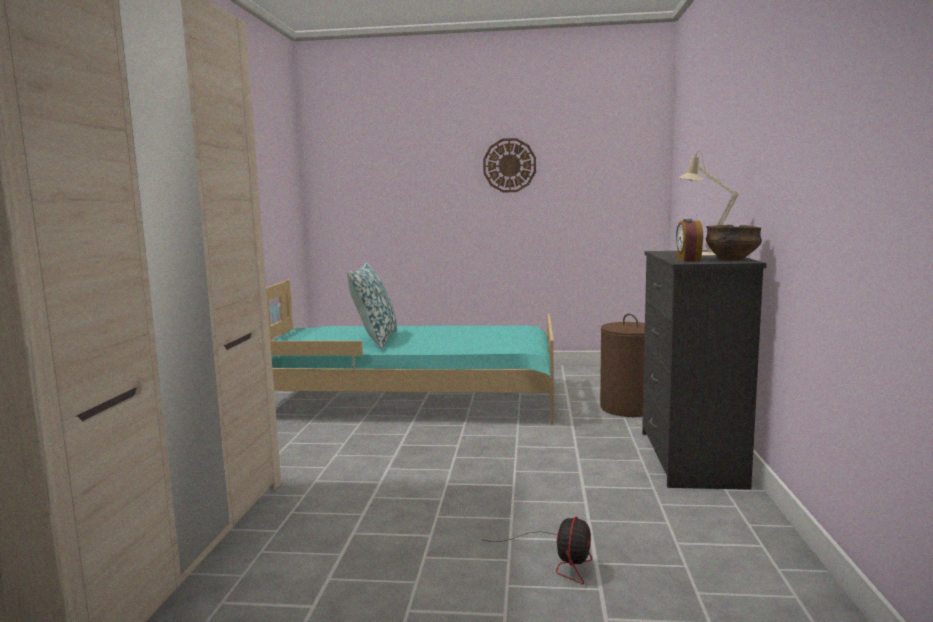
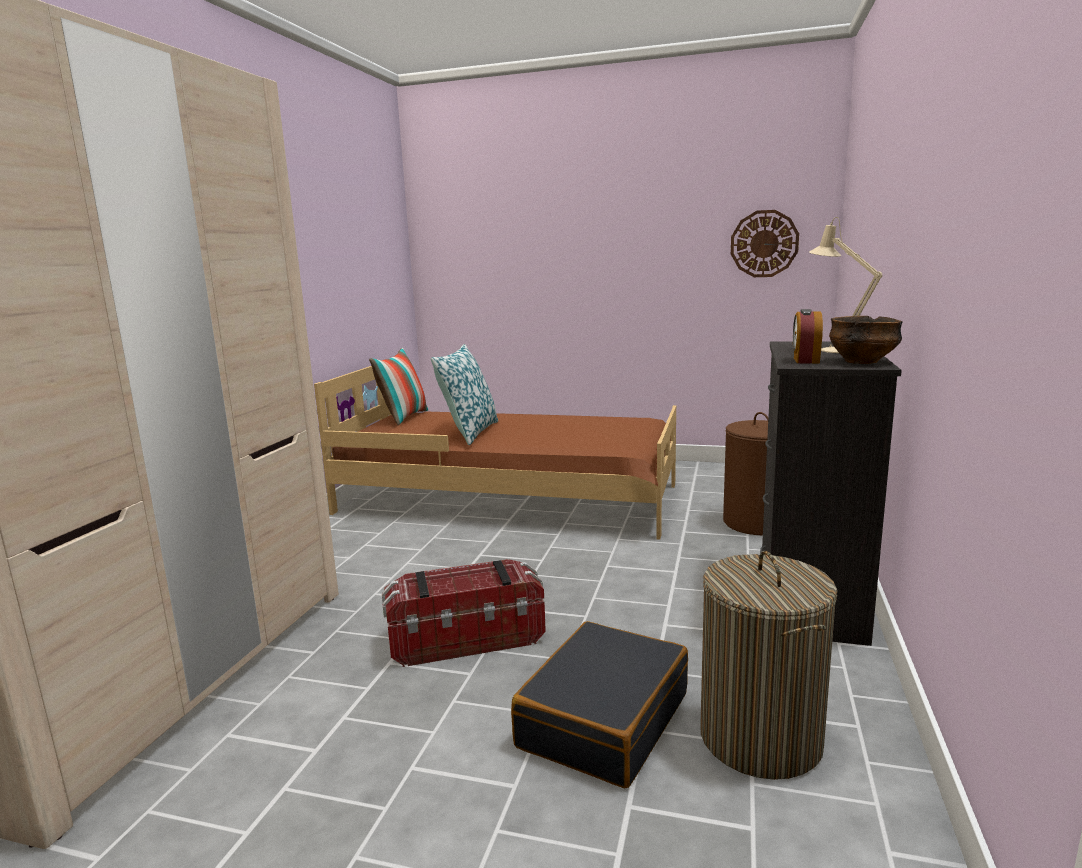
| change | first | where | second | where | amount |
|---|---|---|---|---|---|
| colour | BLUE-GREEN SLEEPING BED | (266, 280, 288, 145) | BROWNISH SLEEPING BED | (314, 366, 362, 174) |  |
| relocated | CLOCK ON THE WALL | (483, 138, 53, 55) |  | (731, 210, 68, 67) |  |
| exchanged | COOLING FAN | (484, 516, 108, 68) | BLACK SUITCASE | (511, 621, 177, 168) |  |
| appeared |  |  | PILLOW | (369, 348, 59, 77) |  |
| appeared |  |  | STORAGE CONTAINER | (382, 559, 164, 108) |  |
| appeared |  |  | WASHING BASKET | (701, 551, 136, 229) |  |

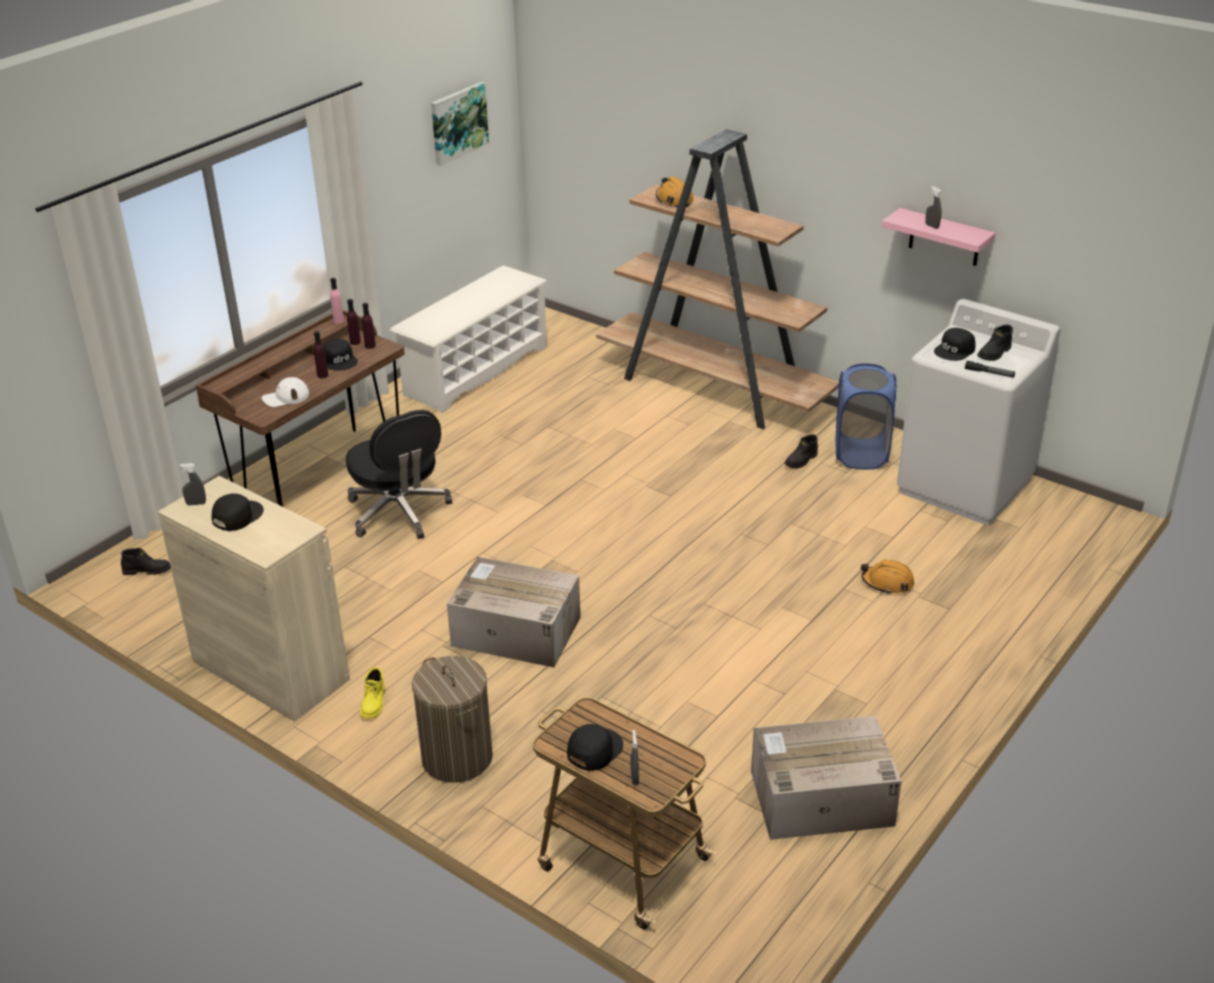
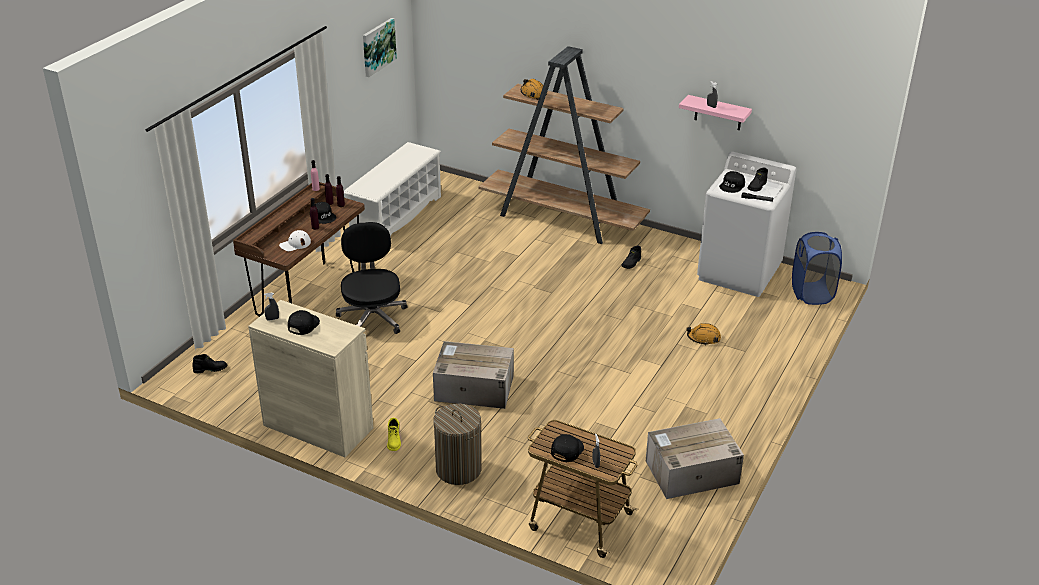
| change | first | where | second | where | amount |
|---|---|---|---|---|---|
| spun | BLACK DESK CHAIR | (346, 410, 106, 129) |  | (336, 222, 71, 112) | 150 degrees counterclockwise |
| relocated | BLUE-COLOURED WASHING BASKET | (835, 364, 61, 105) |  | (792, 232, 50, 73) |  |

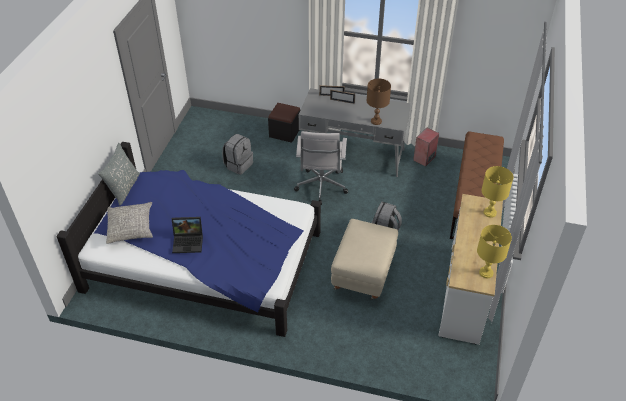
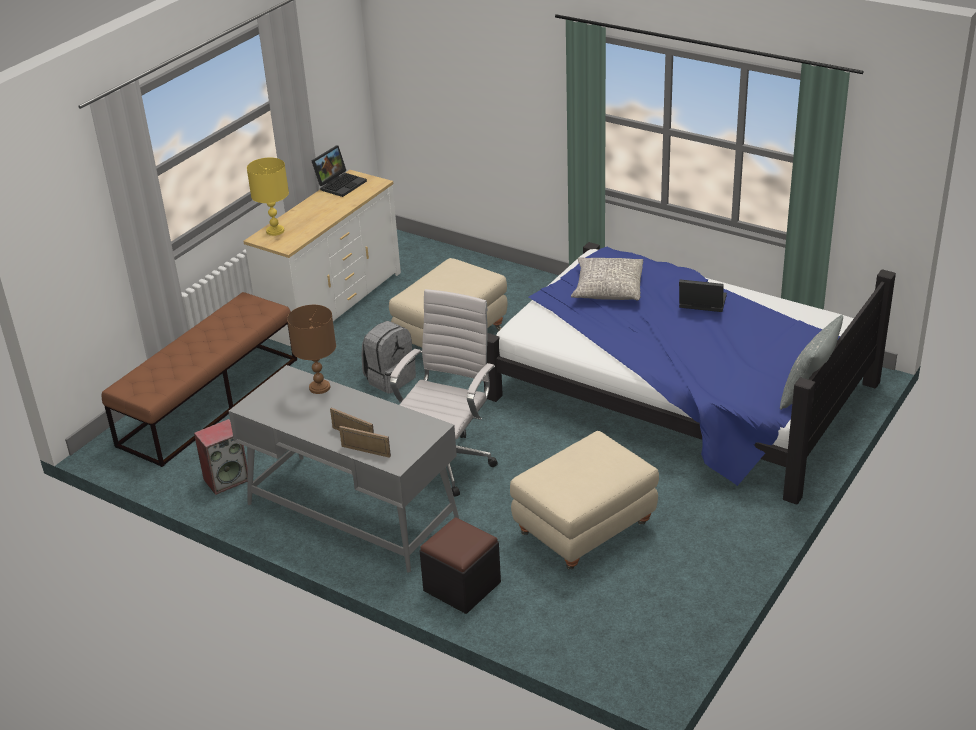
| change | first | where | second | where | amount |
|---|---|---|---|---|---|
| relocated | GREY PILLOW | (106, 202, 47, 42) |  | (571, 257, 72, 44) |  |
| exchanged | GREY BACKPACK | (222, 134, 31, 41) | SAND-COLOURED FOOTREST | (510, 431, 149, 138) |  |
| exchanged | YELLOW TABLE LAMP | (477, 225, 35, 53) | PORTABLE COMPUTER | (311, 146, 56, 51) |  |

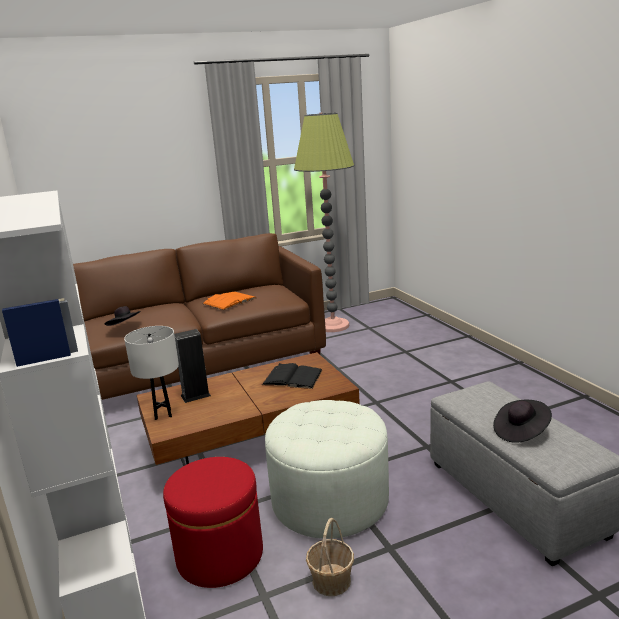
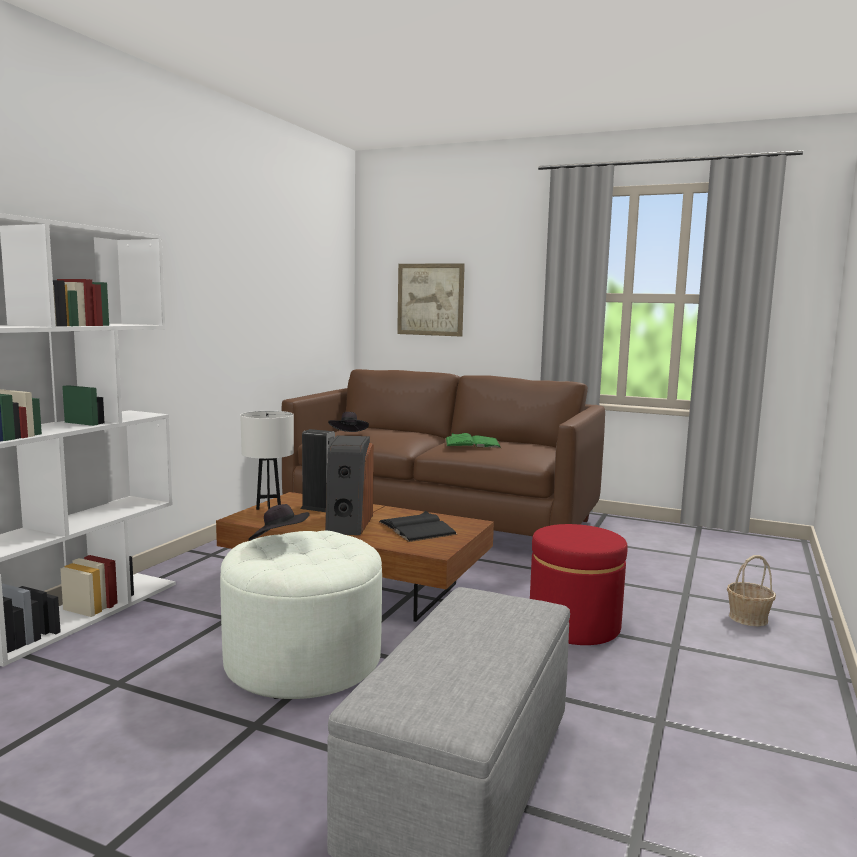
| change | first | where | second | where | amount |
|---|---|---|---|---|---|
| relocated | REDDISH FOOTREST | (163, 457, 100, 131) |  | (530, 524, 98, 121) |  |
| colour | ORANGEY VOLUME | (203, 291, 53, 19) | GREENISH VOLUME | (445, 433, 56, 15) |  |
| missing | FLOOR LAMP | (294, 113, 60, 219) |  |  |  |
| relocated | STORAGE BASKET | (306, 518, 48, 78) |  | (727, 555, 49, 71) |  |
| relocated | BLACK WEARABLE HAT | (493, 400, 59, 43) |  | (248, 504, 62, 37) |  |
| appeared |  |  | LOUDSPEAKER | (325, 435, 49, 100) |  |
| appeared |  |  | PICTURE | (397, 263, 68, 74) |  |

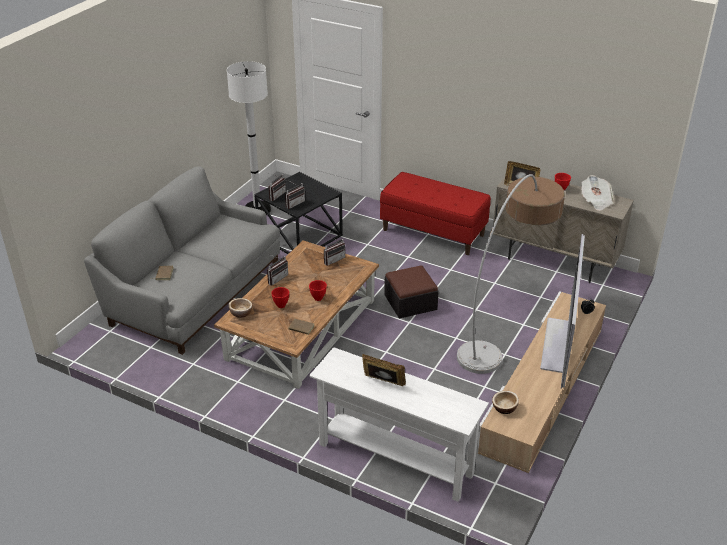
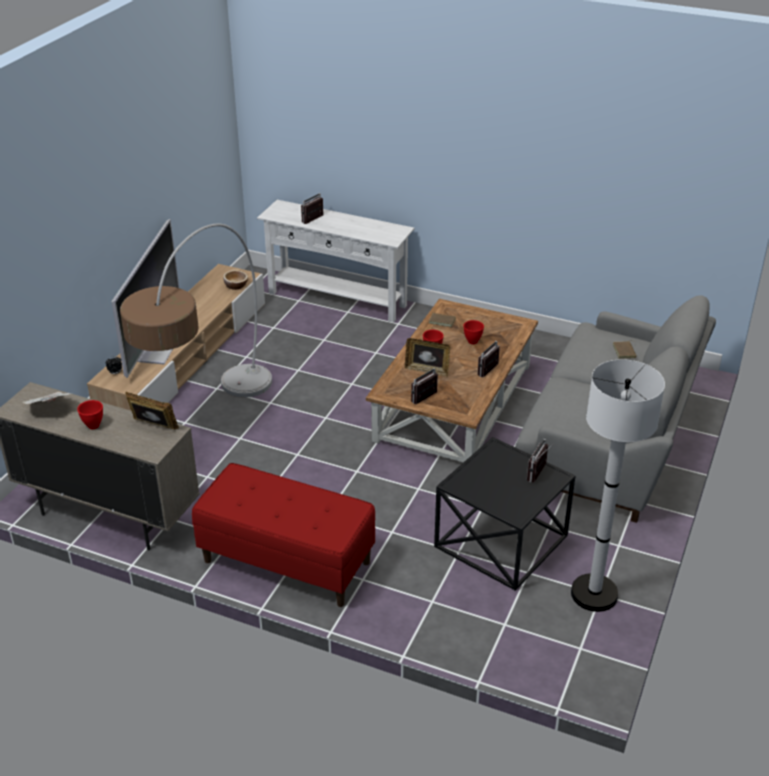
| change | first | where | second | where | amount |
|---|---|---|---|---|---|
| missing | SERVING BOWL | (229, 298, 23, 20) |  |  |  |
| relocated | RADIO | (285, 180, 20, 29) |  | (301, 193, 22, 31) |  |
| relocated | PICTURE FRAME | (362, 354, 44, 32) |  | (405, 338, 45, 39) |  |
| missing | FOOTREST | (384, 265, 55, 54) |  |  |  |

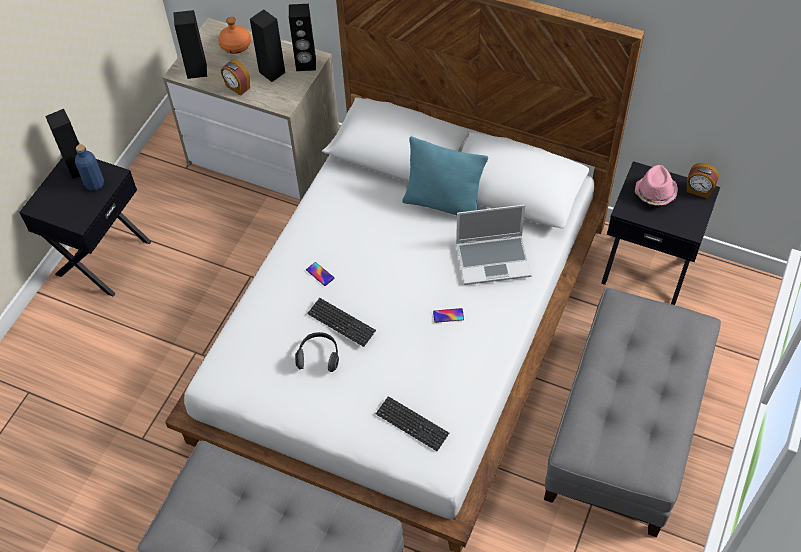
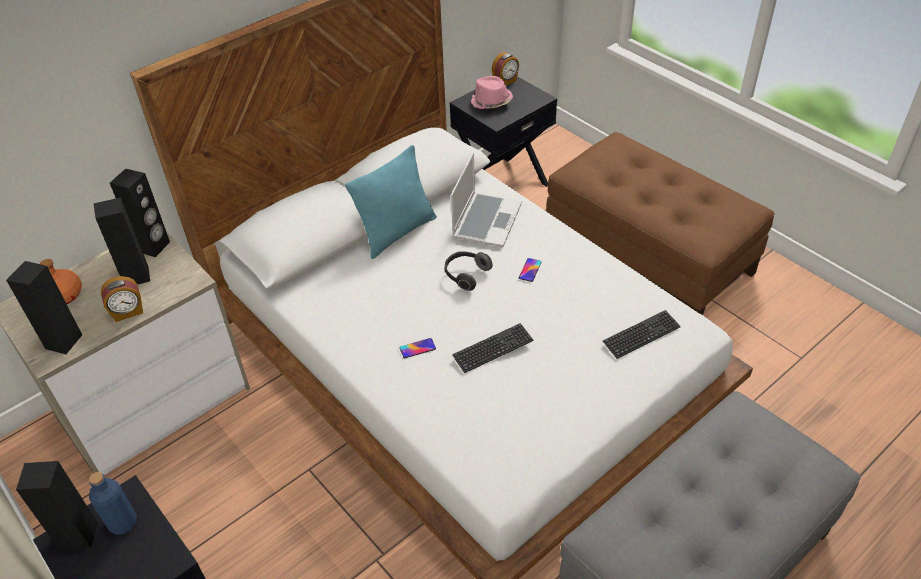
| change | first | where | second | where | amount |
|---|---|---|---|---|---|
| relocated | HEADSET | (295, 332, 44, 40) |  | (445, 251, 48, 40) |  |
| colour | GREY FOOTREST | (544, 288, 177, 249) | BROWNISH FOOTREST | (546, 132, 228, 183) |  |

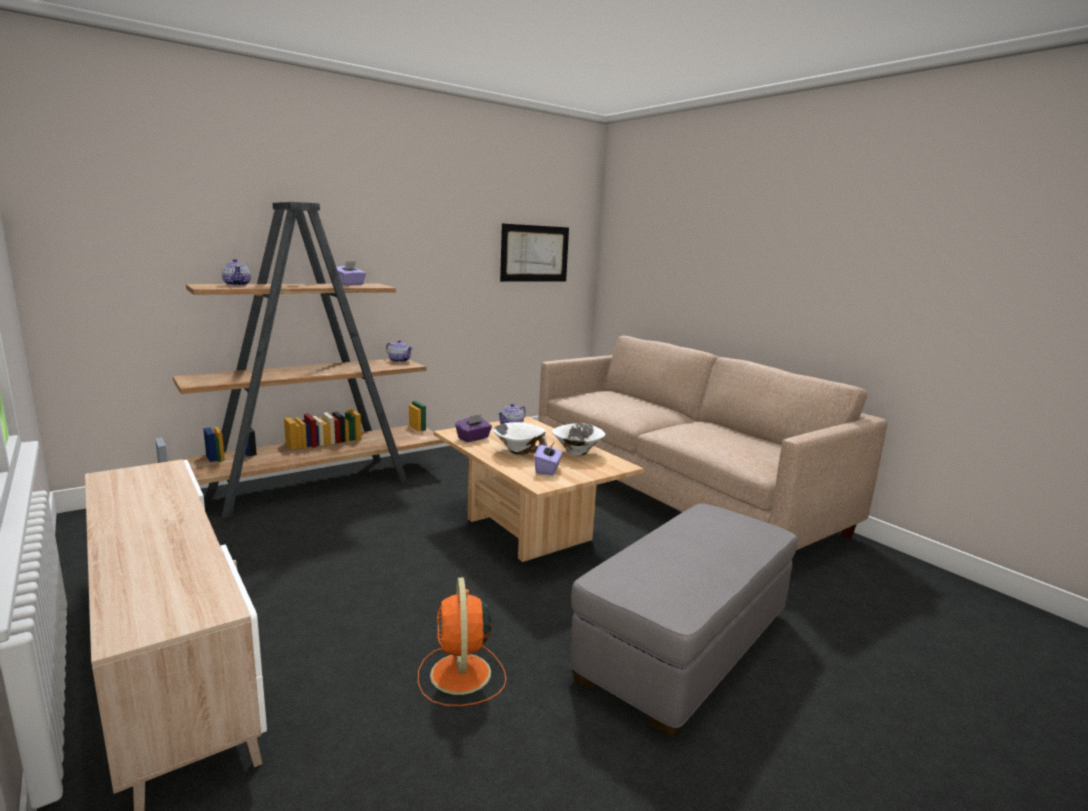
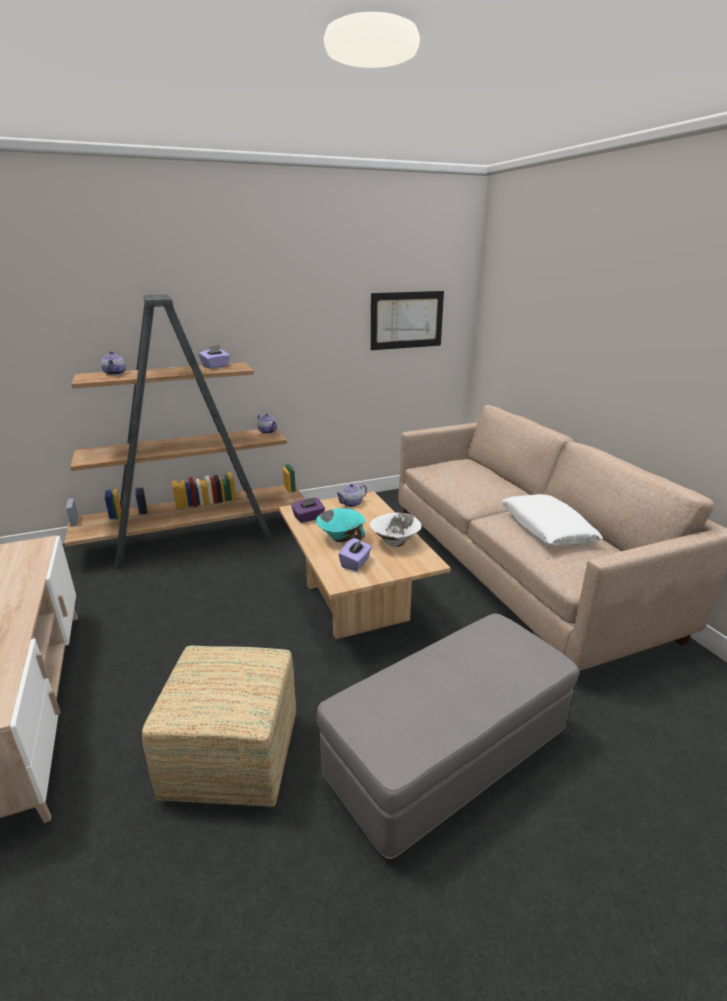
| change | first | where | second | where | amount |
|---|---|---|---|---|---|
| exchanged | ORANGEY COOLING FAN | (418, 577, 88, 129) | FOOTREST | (142, 646, 154, 161) |  |
| colour | WHITE-COLOURED SERVING BOWL | (493, 422, 54, 33) | BLUE-GREEN SERVING BOWL | (316, 508, 49, 34) |  |
| appeared |  |  | WHITE-COLOURED PILLOW | (502, 494, 101, 52) |  |

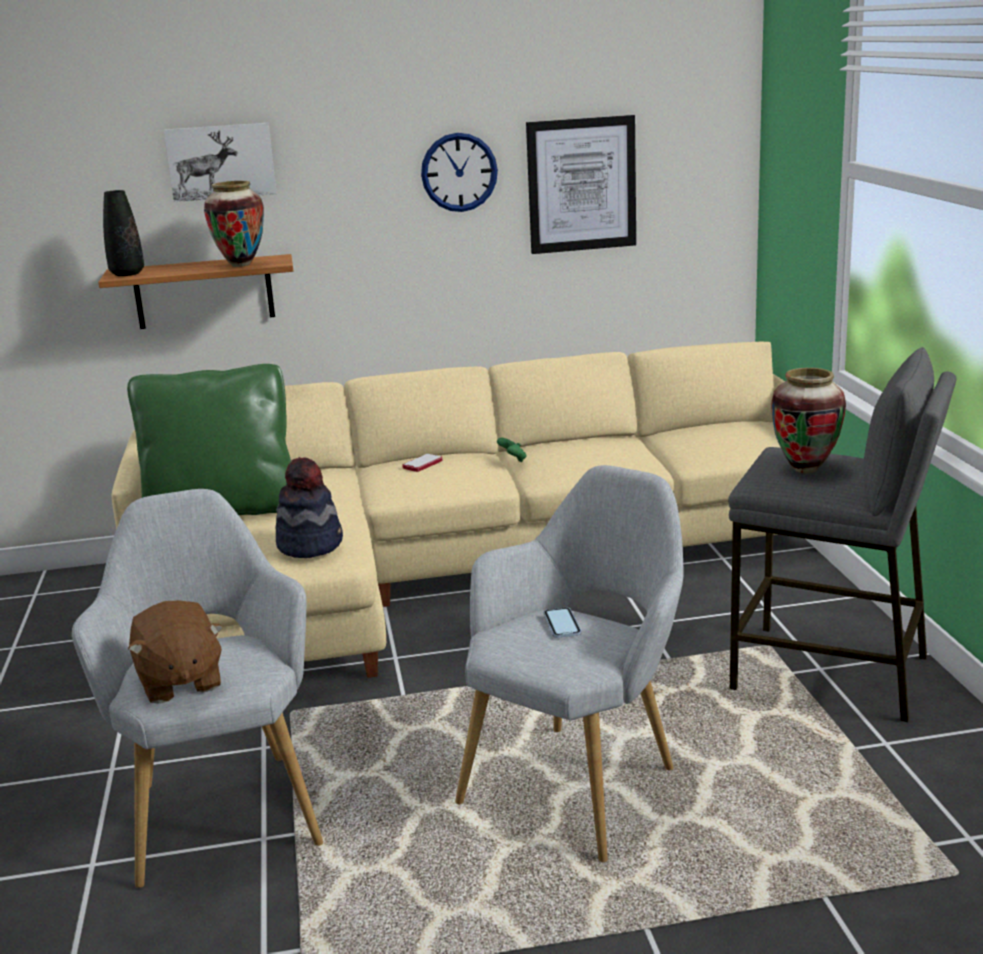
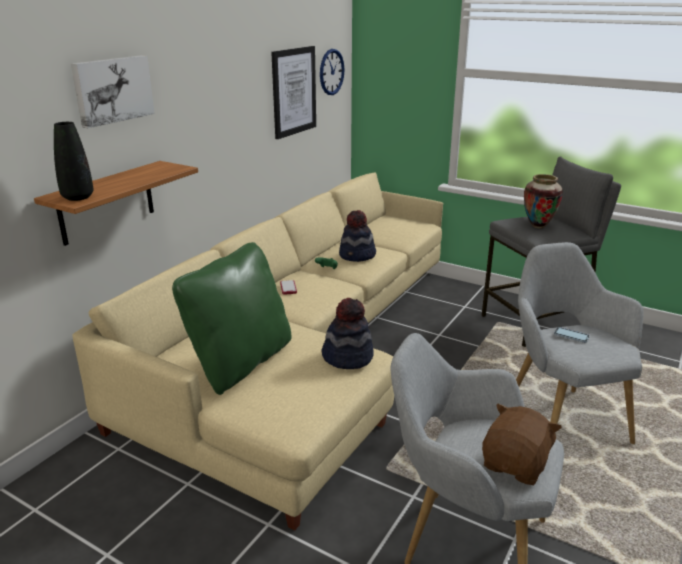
| change | first | where | second | where | amount |
|---|---|---|---|---|---|
| spun | BROWNISH SOFT TOY | (128, 600, 95, 103) |  | (482, 404, 80, 81) | 75 degrees counterclockwise |
| missing | DECORATIVE VASE | (204, 181, 60, 86) |  |  |  |
| relocated | CLOCK ON THE WALL | (421, 133, 77, 79) |  | (320, 49, 24, 46) |  |
| appeared |  |  | WEARABLE HAT | (339, 210, 37, 52) |  |

